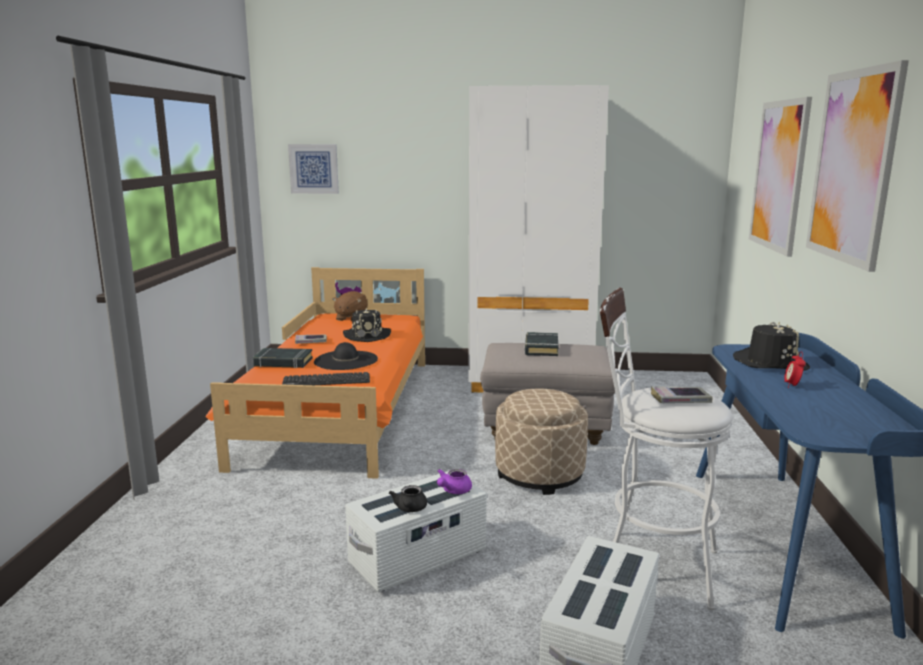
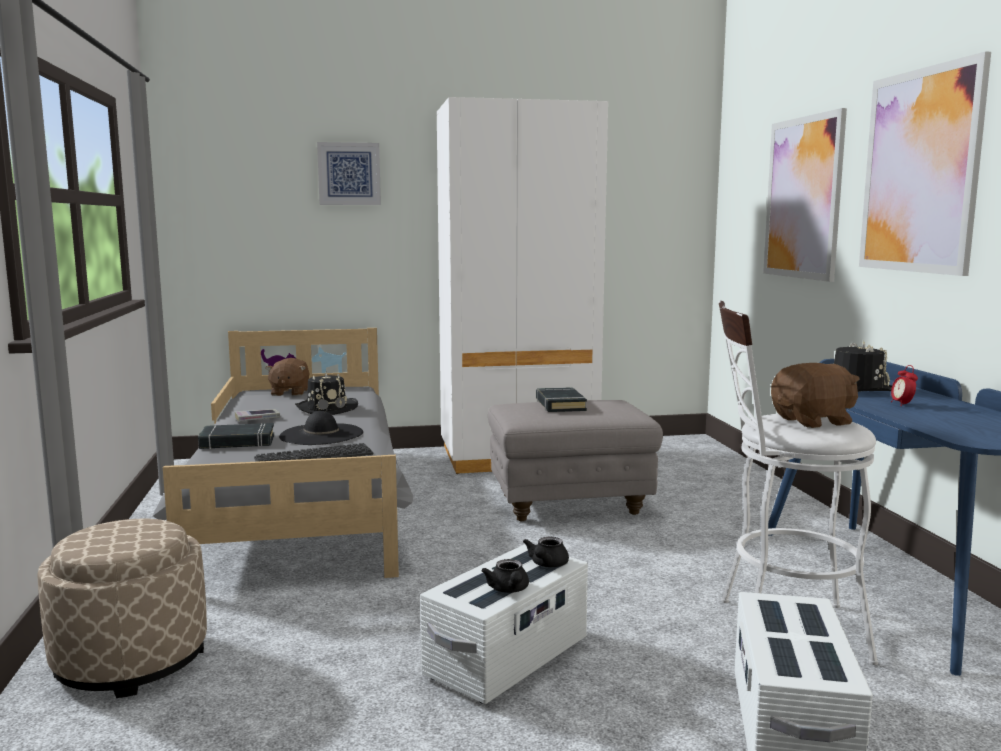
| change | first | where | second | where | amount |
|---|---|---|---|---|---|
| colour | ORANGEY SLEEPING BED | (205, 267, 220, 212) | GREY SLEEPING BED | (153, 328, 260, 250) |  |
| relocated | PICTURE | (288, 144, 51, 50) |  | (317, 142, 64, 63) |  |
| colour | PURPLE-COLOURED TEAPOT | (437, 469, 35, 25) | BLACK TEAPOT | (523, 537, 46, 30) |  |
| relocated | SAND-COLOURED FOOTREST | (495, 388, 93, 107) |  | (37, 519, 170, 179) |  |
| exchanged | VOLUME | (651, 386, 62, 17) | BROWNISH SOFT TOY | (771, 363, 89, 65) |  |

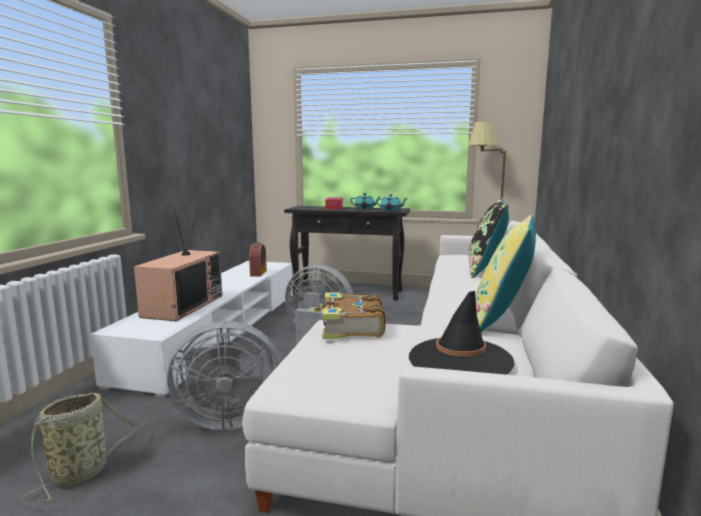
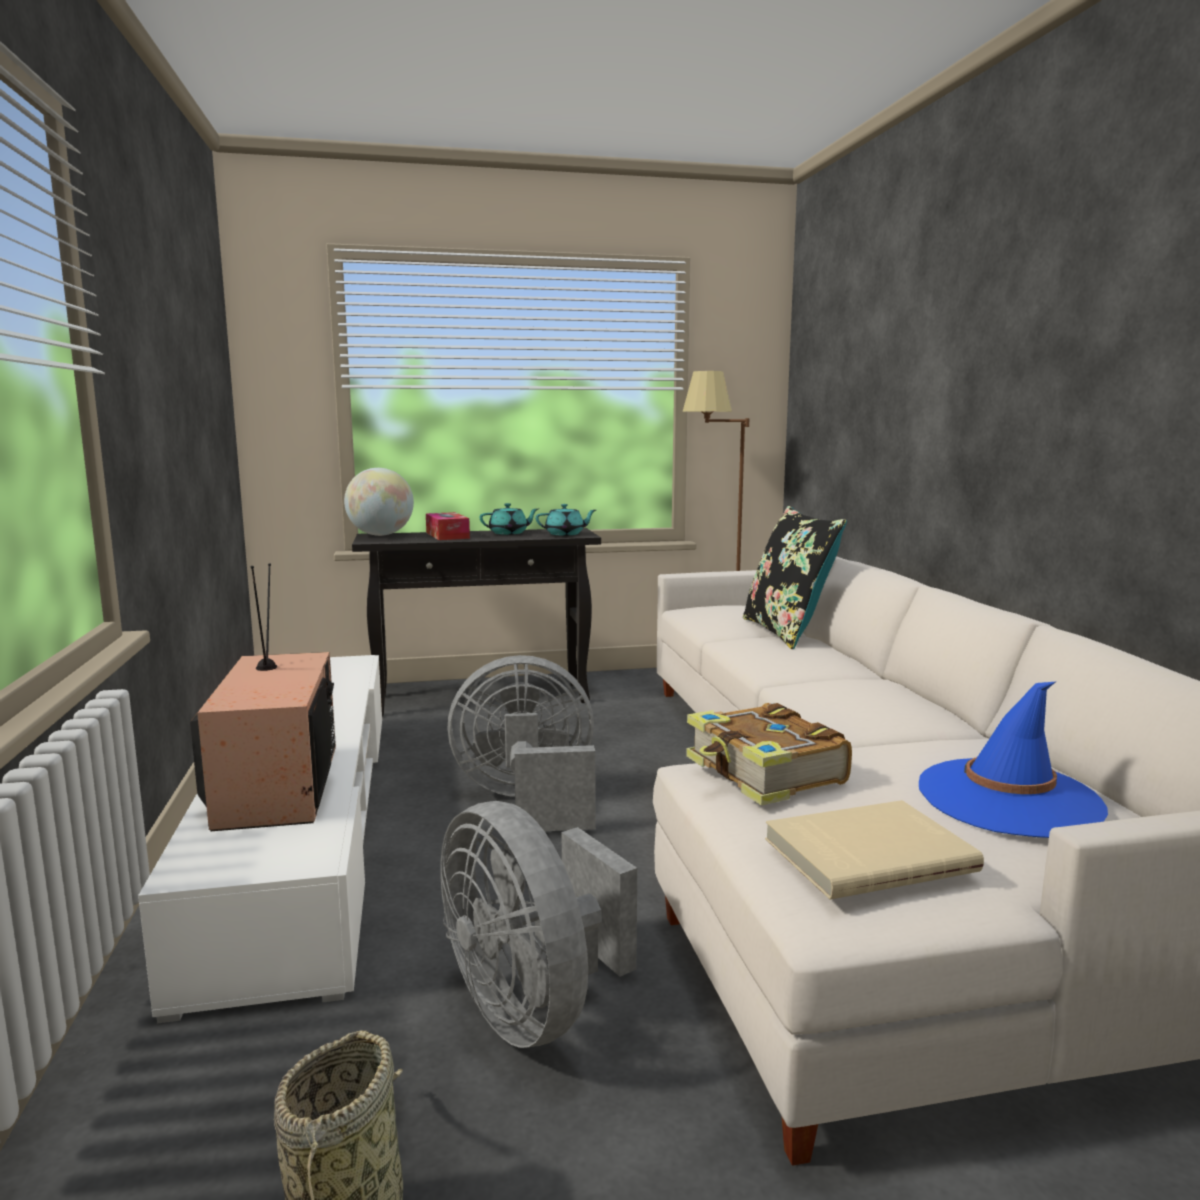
| change | first | where | second | where | amount |
|---|---|---|---|---|---|
| spun | GREY COOLING FAN | (167, 321, 115, 109) |  | (441, 801, 196, 247) | 90 degrees clockwise |
| missing | ALARM CLOCK | (249, 242, 18, 35) |  |  |  |
| colour | BLACK WEARABLE HAT | (409, 291, 105, 84) | BLUE-COLOURED WEARABLE HAT | (919, 682, 189, 156) |  |
| missing | YELLOW PILLOW | (476, 215, 60, 117) |  |  |  |
| appeared |  |  | WORLD GLOBE | (344, 468, 70, 68) |  |
| appeared |  |  | SAND-COLOURED VOLUME | (765, 800, 219, 100) |  |

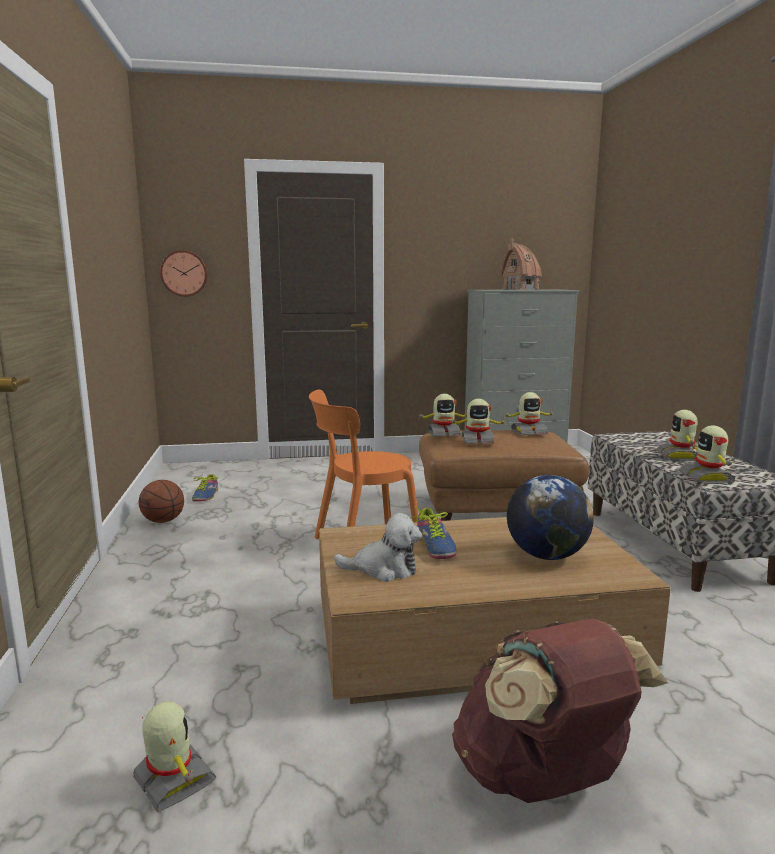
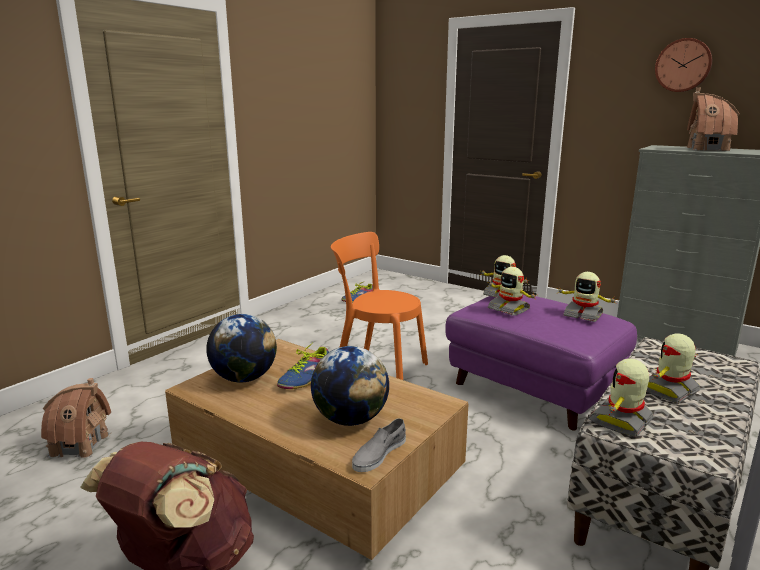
| change | first | where | second | where | amount |
|---|---|---|---|---|---|
| exchanged | MODEL ROBOT | (133, 702, 83, 110) | MODEL HOUSE | (41, 378, 70, 80) |  |
| missing | BASKETBALL BALL | (139, 480, 45, 43) |  |  |  |
| relocated | CLOCK ON THE WALL | (160, 250, 48, 47) |  | (655, 38, 57, 54) |  |
| exchanged | SOFT TOY | (334, 513, 88, 69) | WORLD GLOBE | (206, 314, 71, 69) |  |
| colour | BROWNISH FOOTREST | (419, 430, 170, 91) | PURPLE-COLOURED FOOTREST | (445, 294, 192, 137) |  |
| appeared |  |  | GREY SHOE | (352, 418, 54, 54) |  |

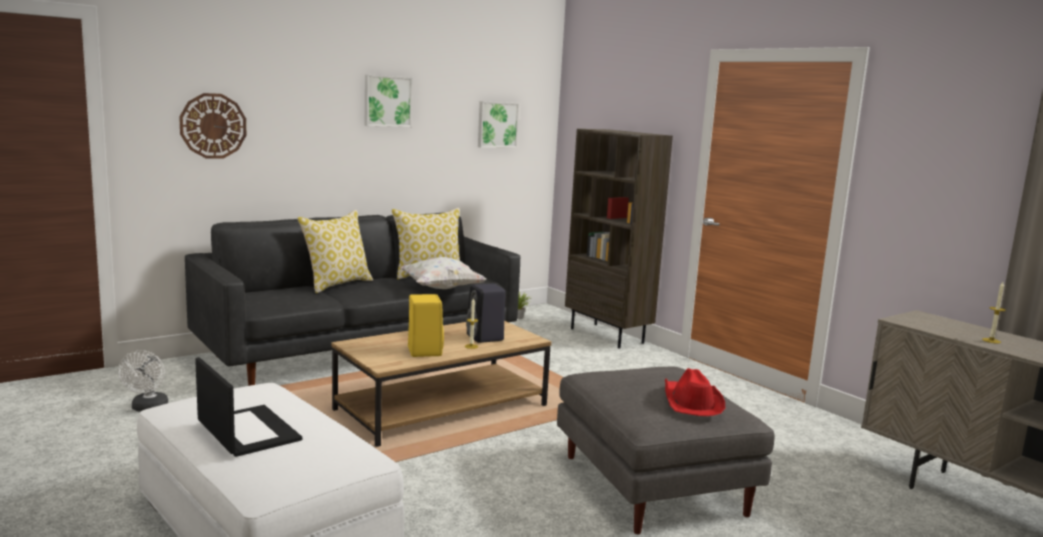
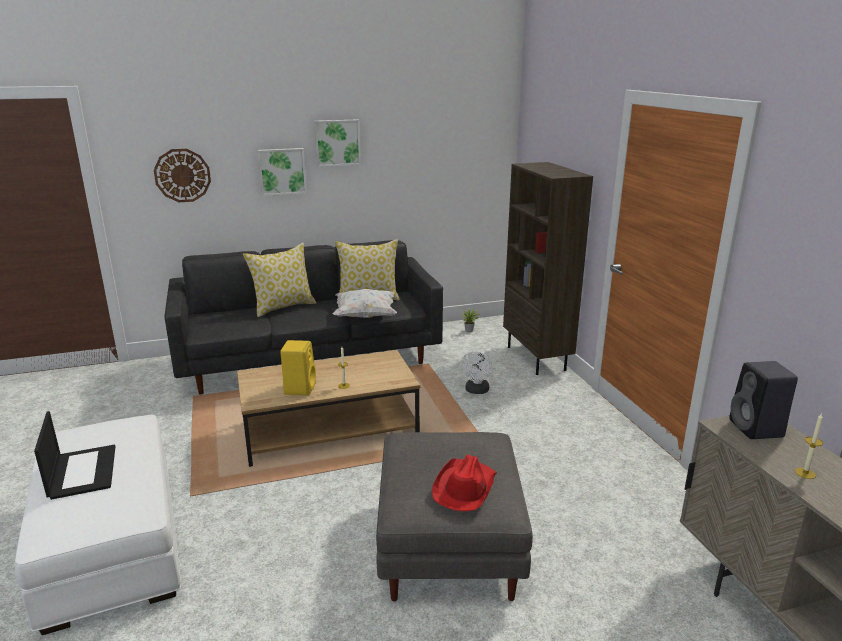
| change | first | where | second | where | amount |
|---|---|---|---|---|---|
| relocated | WHITE-COLOURED COOLING FAN | (118, 350, 50, 62) |  | (460, 351, 32, 43) |  |
| relocated | BLACK LOUDSPEAKER | (466, 284, 40, 59) |  | (729, 361, 69, 78) |  |
| relocated | PICTURE | (478, 101, 41, 47) |  | (258, 148, 49, 48) |  |

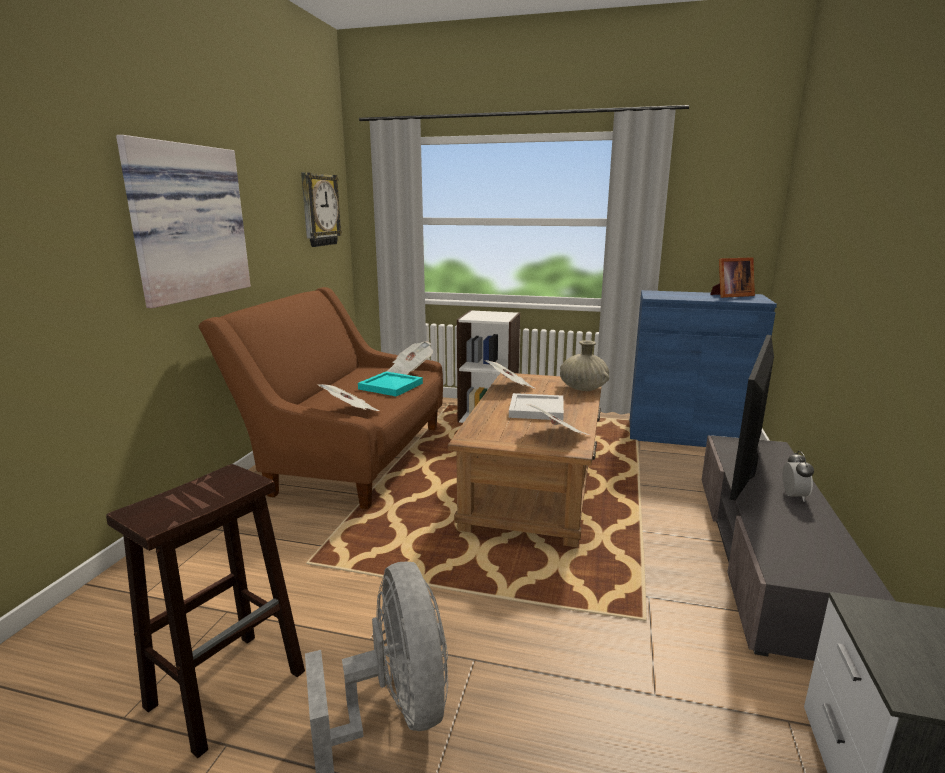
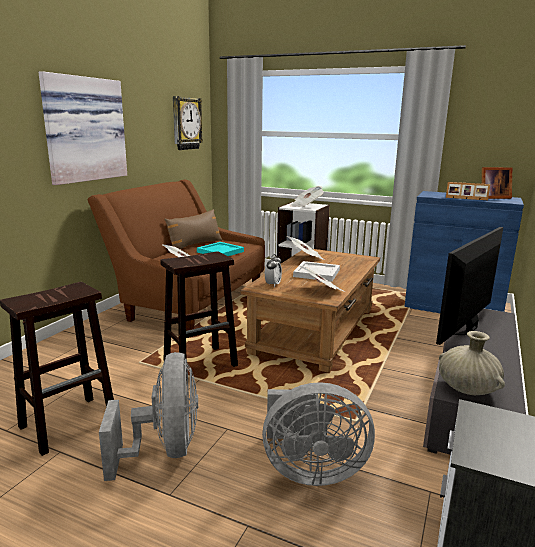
| change | first | where | second | where | amount |
|---|---|---|---|---|---|
| relocated | NEWSPAPER | (386, 342, 47, 33) |  | (290, 186, 34, 21) |  |
| relocated | SAND-COLOURED DECORATIVE VASE | (560, 340, 49, 51) |  | (439, 331, 66, 64) |  |
| relocated | ALARM CLOCK | (783, 451, 31, 51) |  | (265, 254, 17, 33) |  |
| appeared |  |  | BROWNISH STOOL | (160, 251, 78, 130) |  |
| appeared |  |  | BROWNISH PILLOW | (164, 209, 58, 41) |  |
| appeared |  |  | GREY COOLING FAN | (262, 382, 113, 104) |  |
| appeared |  |  | PICTURE FRAME | (446, 182, 44, 18) |  |

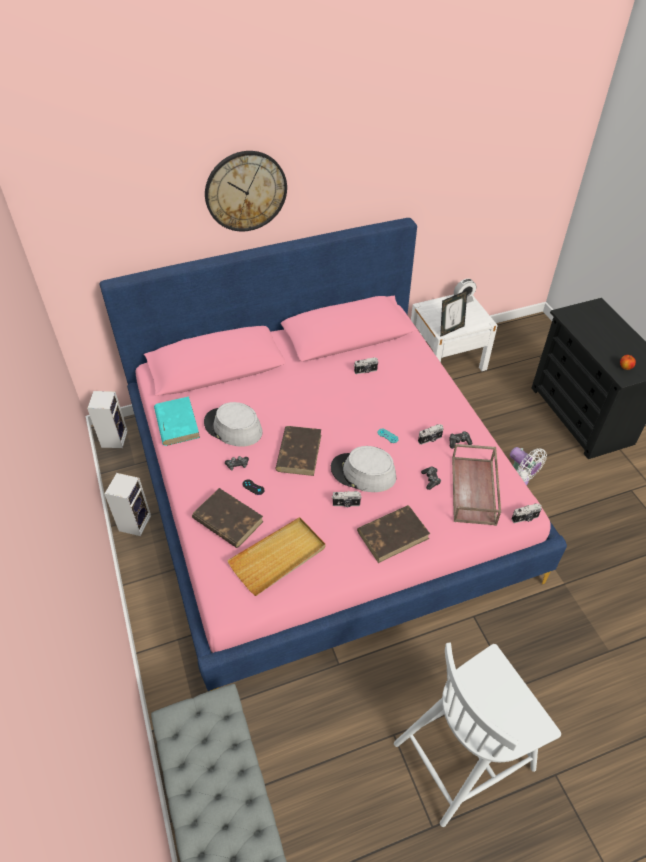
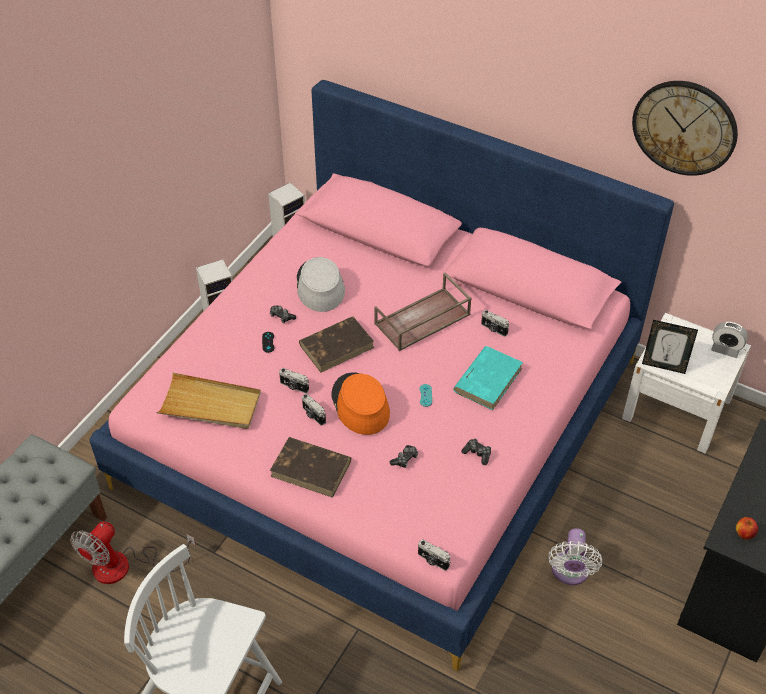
| change | first | where | second | where | amount |
|---|---|---|---|---|---|
| relocated | BLUE-GREEN VOLUME | (154, 397, 46, 49) |  | (453, 346, 70, 64) |  |
| missing | BROWNISH VOLUME | (192, 488, 72, 60) |  |  |  |
| relocated | CLOCK ON THE WALL | (205, 151, 82, 81) |  | (632, 81, 106, 95) |  |
| colour | GREY WEARABLE HAT | (331, 446, 65, 46) | ORANGEY WEARABLE HAT | (332, 373, 58, 62) |  |
| relocated | STILL CAMERA | (418, 424, 26, 21) |  | (279, 368, 30, 25) |  |
| relocated | BROWNISH TRAY | (452, 444, 49, 82) |  | (374, 272, 98, 79) |  |
| appeared |  |  | COOLING FAN | (70, 521, 126, 63) |  |

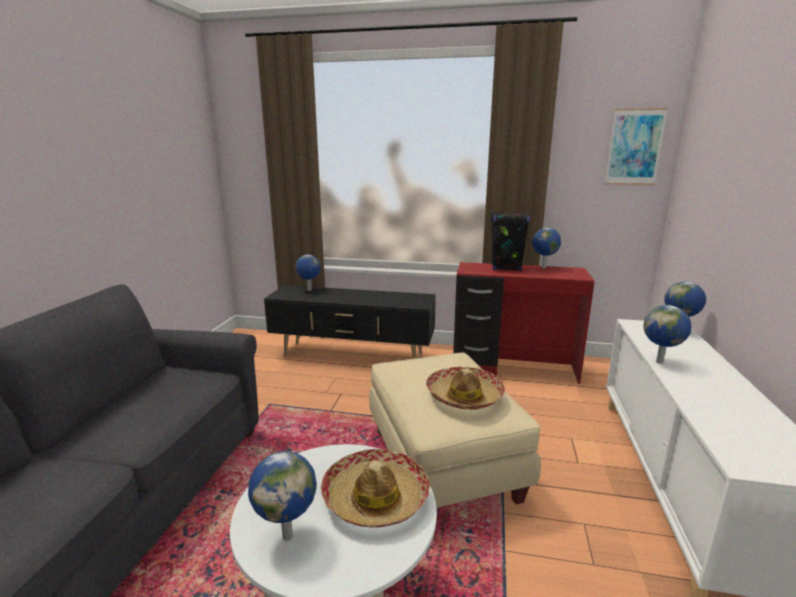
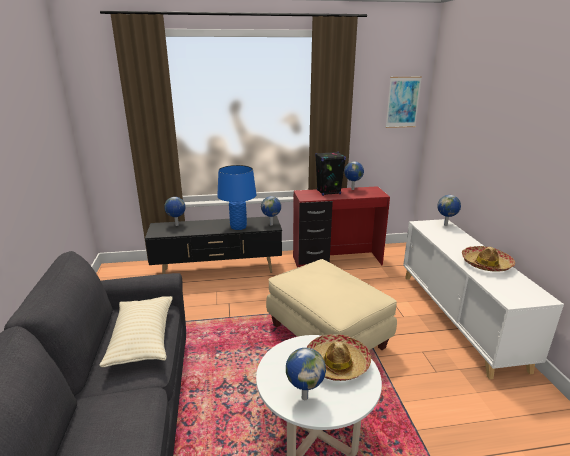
| change | first | where | second | where | amount |
|---|---|---|---|---|---|
| relocated | WEARABLE HAT | (426, 366, 79, 44) |  | (462, 246, 53, 26) |  |
| relocated | WORLD GLOBE | (643, 305, 49, 59) |  | (261, 196, 20, 30) |  |
| appeared |  |  | SAND-COLOURED PILLOW | (99, 296, 74, 71) |  |
| appeared |  |  | BLUE-COLOURED TABLE LAMP | (217, 165, 39, 65) |  |

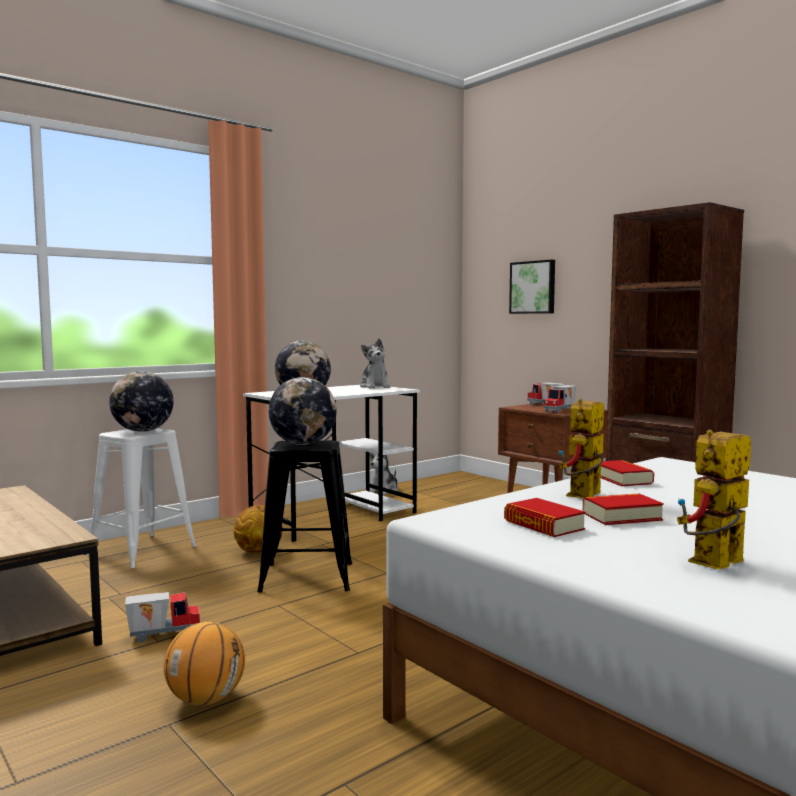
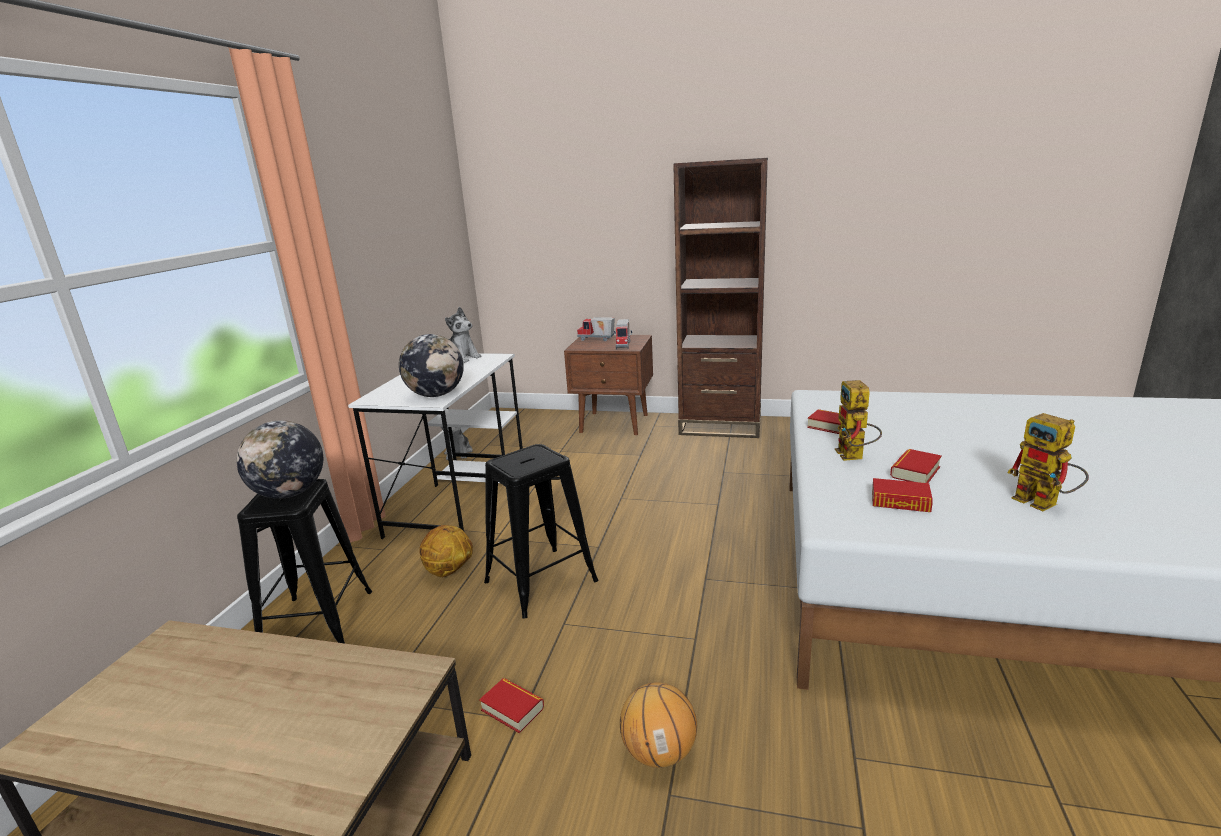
| change | first | where | second | where | amount |
|---|---|---|---|---|---|
| colour | WHITE-COLOURED STOOL | (87, 428, 110, 140) | BLACK STOOL | (237, 479, 135, 165) |  |
| exchanged | TOY LORRY | (125, 592, 75, 51) | VOLUME | (479, 678, 65, 55) |  |
| missing | WORLD GLOBE | (269, 377, 67, 68) |  |  |  |
| missing | PICTURE | (509, 260, 46, 54) |  |  |  |
| spun | MODEL ROBOT | (677, 430, 74, 140) |  | (1007, 413, 82, 98) | 45 degrees counterclockwise |

